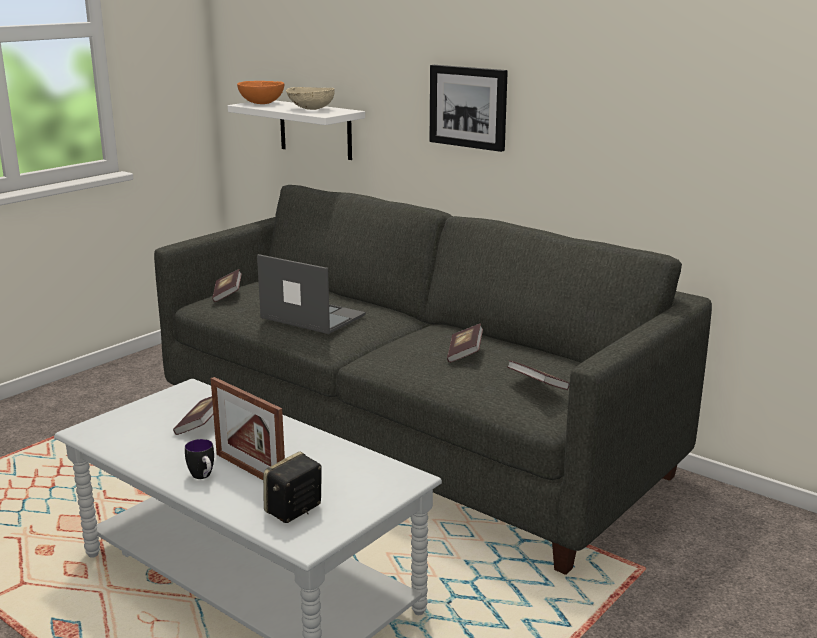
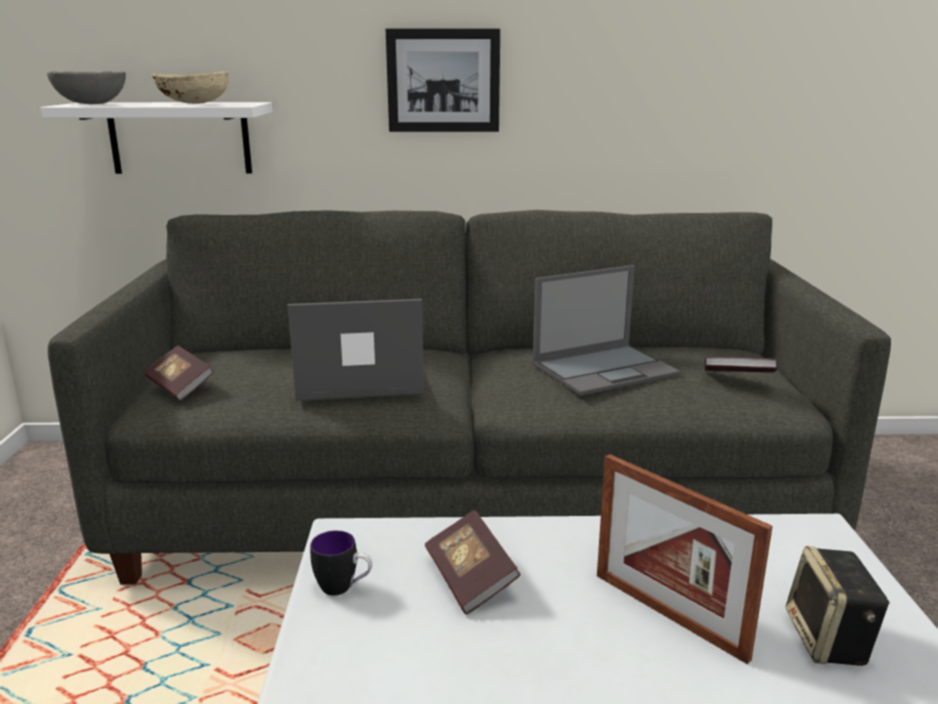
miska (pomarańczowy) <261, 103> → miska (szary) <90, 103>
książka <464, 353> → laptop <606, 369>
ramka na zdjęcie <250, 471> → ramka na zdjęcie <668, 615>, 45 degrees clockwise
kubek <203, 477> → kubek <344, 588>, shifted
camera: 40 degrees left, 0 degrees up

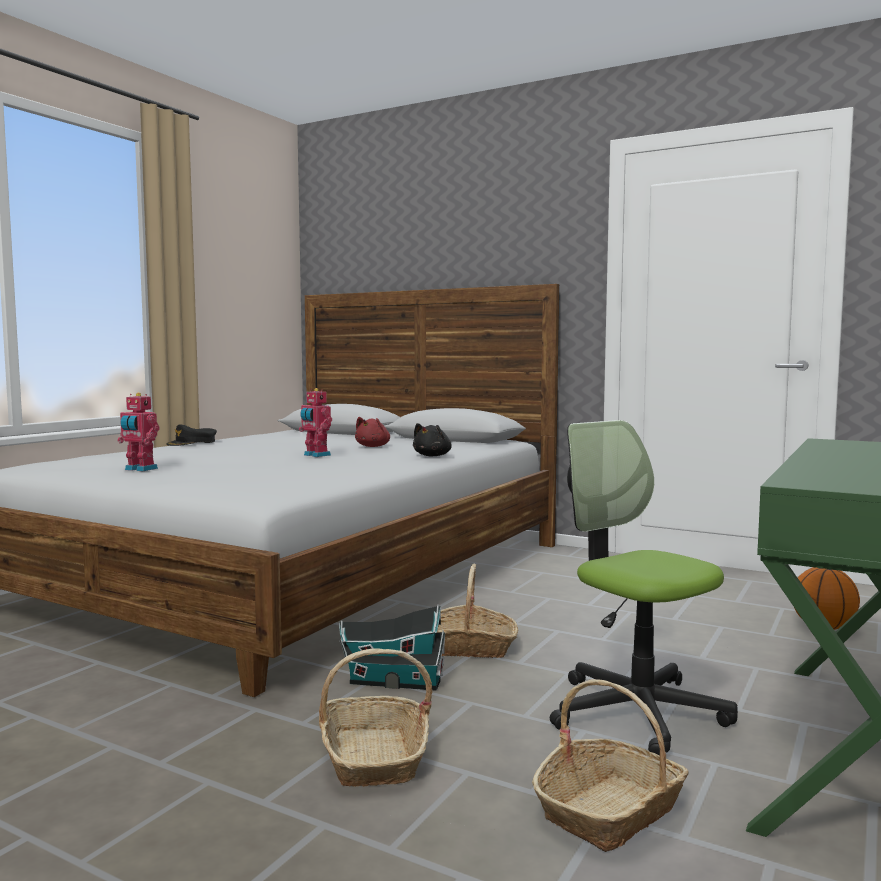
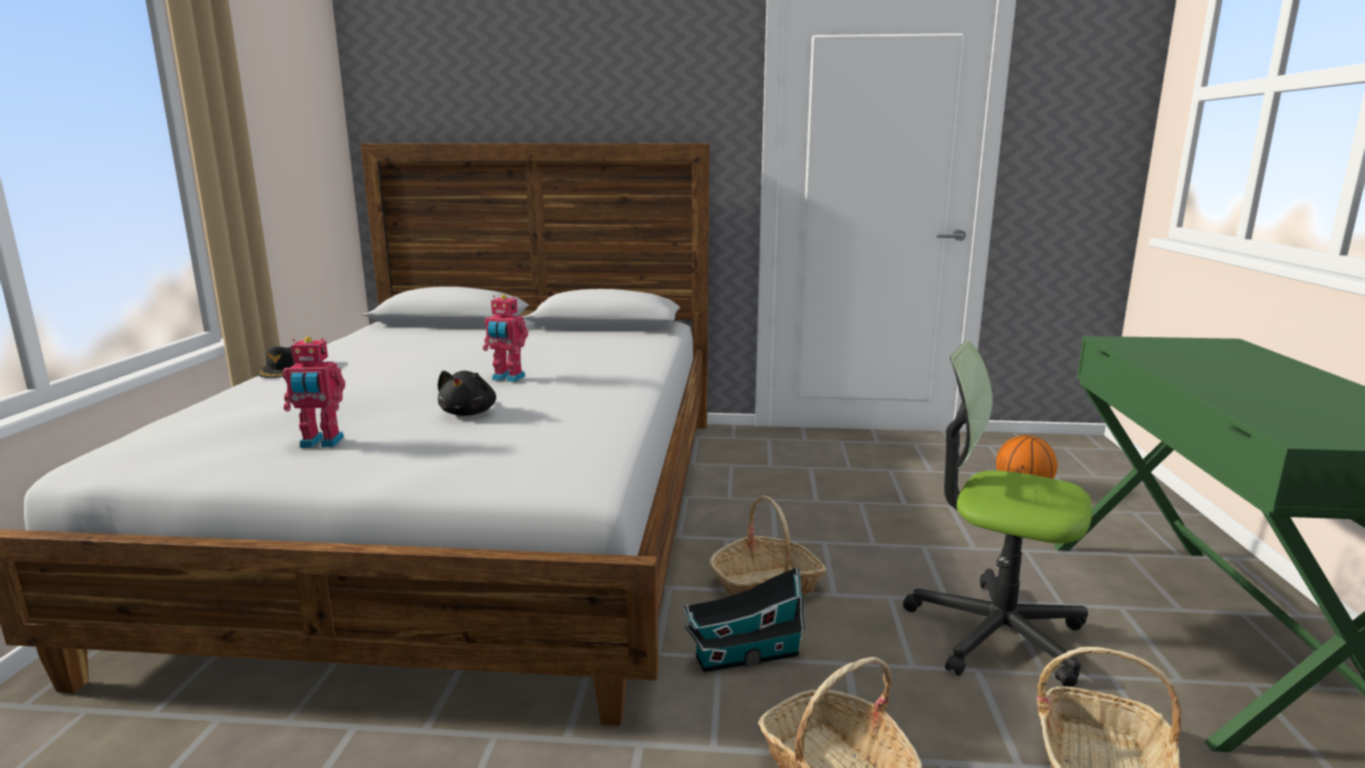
pluszak (czerwony) <373, 446> → -
pluszak (czarny) <433, 456> → pluszak (czarny) <469, 413>, shifted
camera: 25 degrees left, 10 degrees up

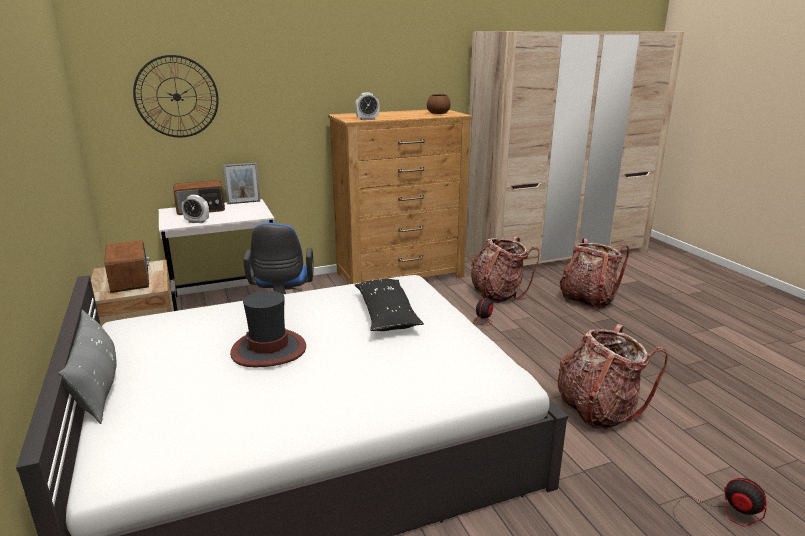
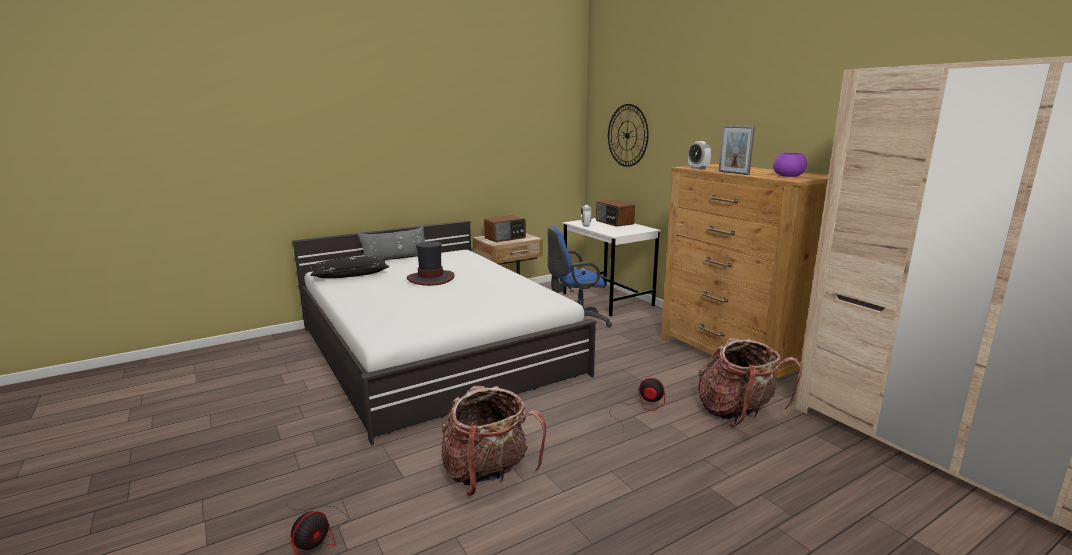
miska (brązowy) <438, 113> → miska (fioletowy) <789, 176>
ramka na zdjęcie <244, 202> → ramka na zdjęcie <733, 173>, shifted
plecak <587, 299> → -
poduszka (czarny) <386, 314> → poduszka (czarny) <350, 275>, shifted
camera: 80 degrees right, 5 degrees down

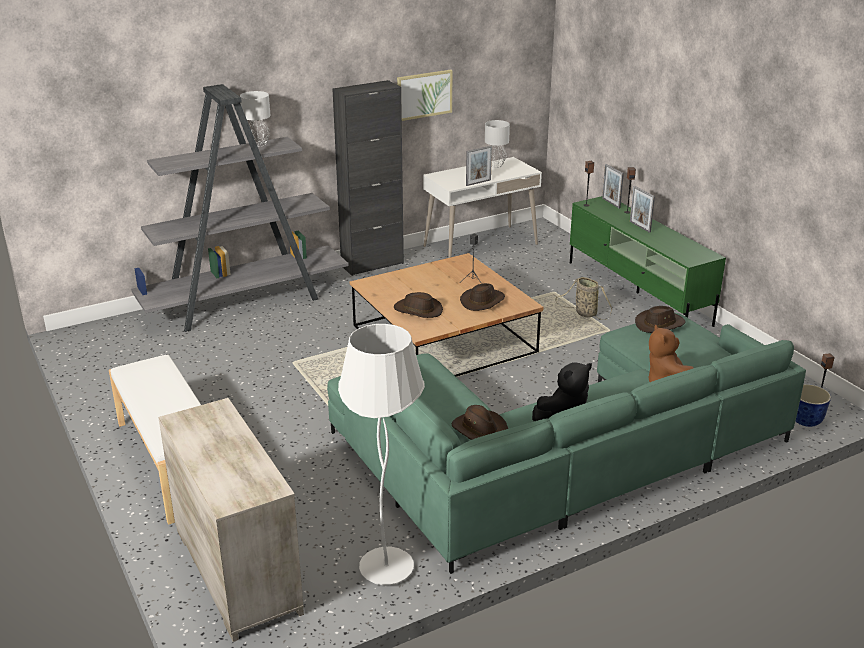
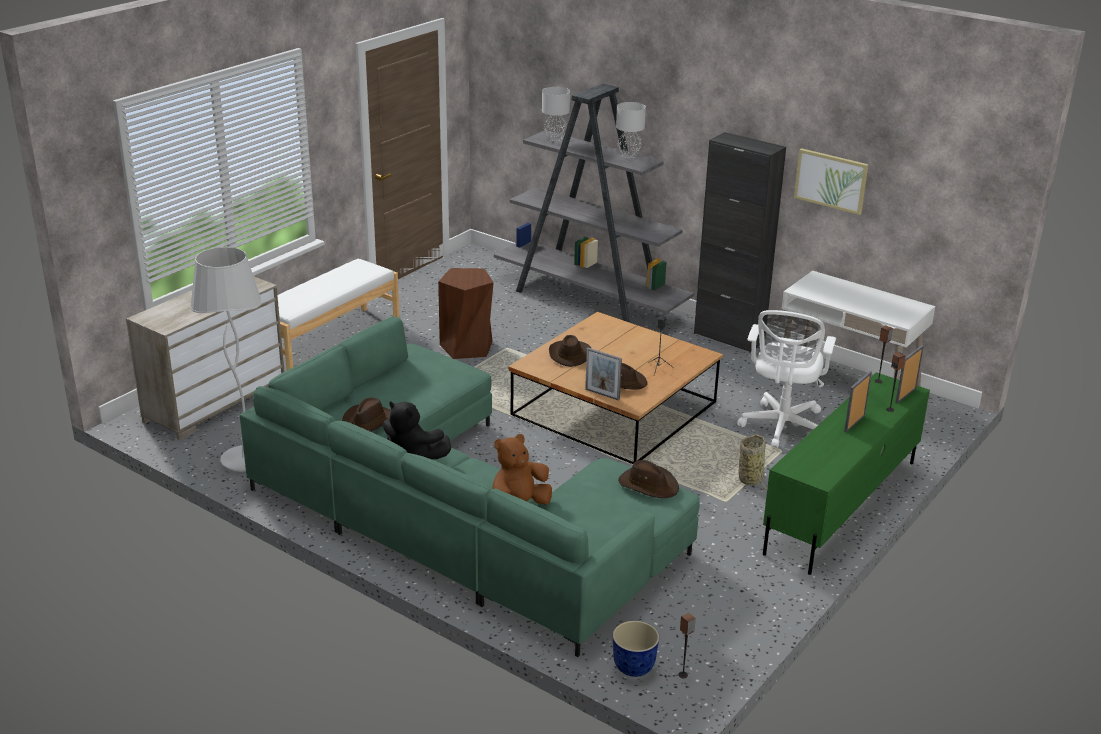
lampa stołowa (szary) <495, 165> → lampa stołowa (szary) <555, 138>, shifted
ramka na zdjęcie <478, 183> → ramka na zdjęcie <602, 394>, shifted
- → stołek (brązowy) <467, 347>
- → krzesło biurowe (biały) <781, 427>
camera: 65 degrees right, 0 degrees up

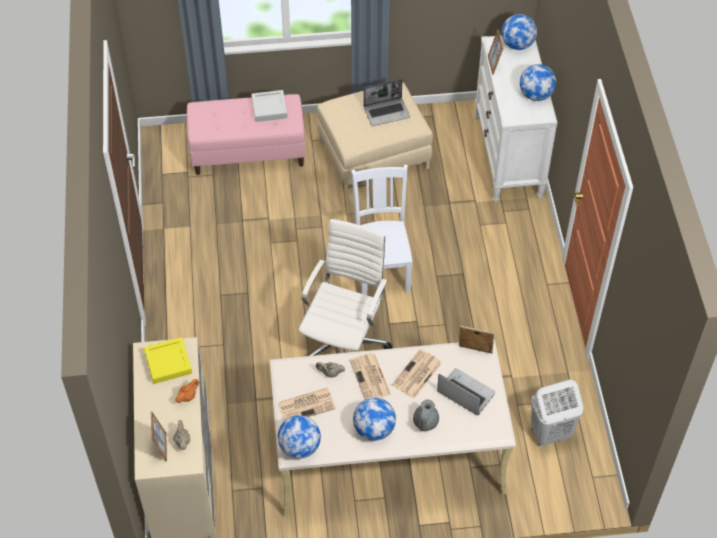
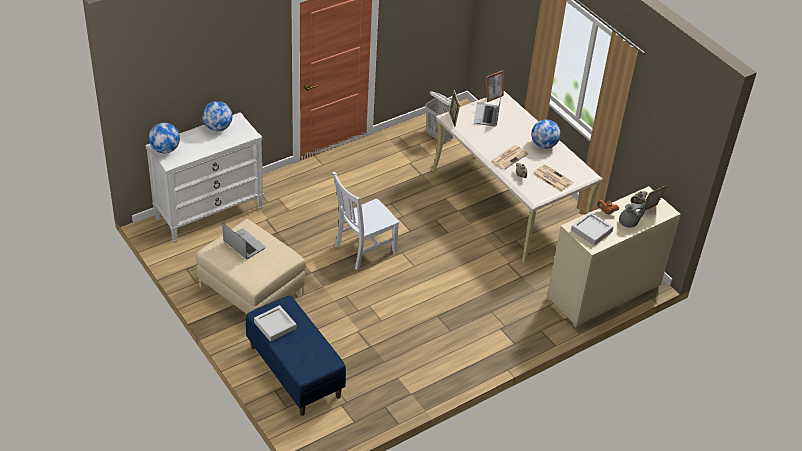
ramka na zdjęcie <494, 65> → ramka na zdjęcie <493, 97>, shifted
ławka (różowy) <248, 152> → ławka (niebieski) <294, 371>
krzesło biurowe (biały) <344, 344> → -
taca (żółty) <168, 363> → taca (szary) <591, 231>
gazeta <416, 374> → -
imbryk (szary) <425, 422> → imbryk (szary) <629, 223>, shifted
globus <299, 447> → -
camera: 120 degrees left, 10 degrees down

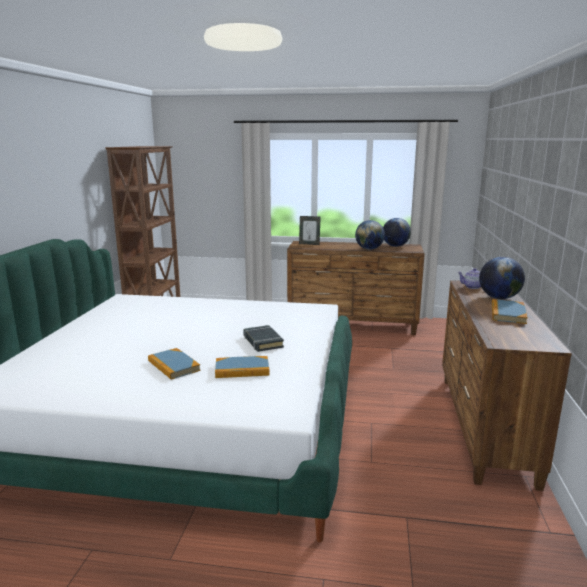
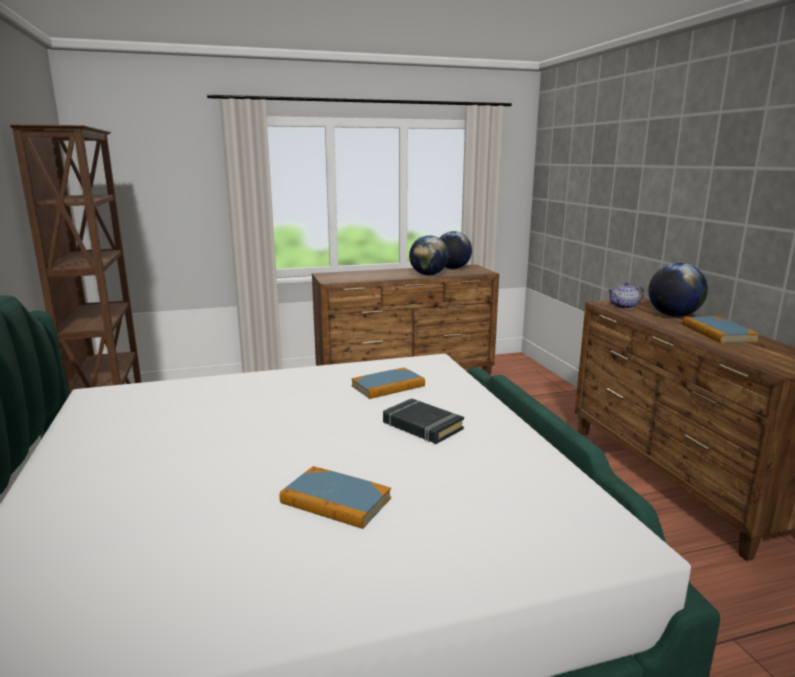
ramka na zdjęcie <309, 244> → -
książka <242, 369> → książka <388, 386>, shifted
camera: 25 degrees left, 0 degrees up

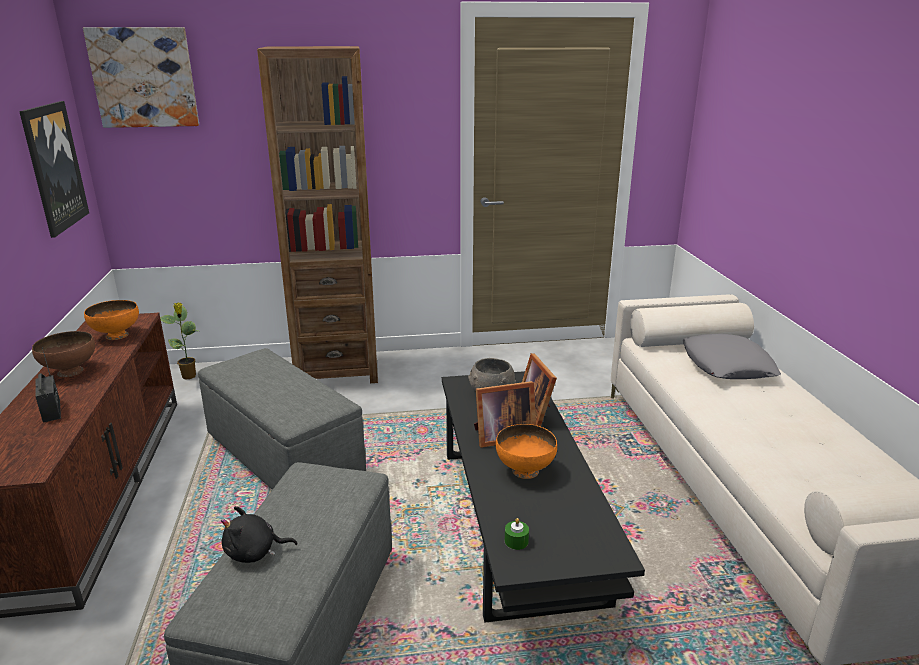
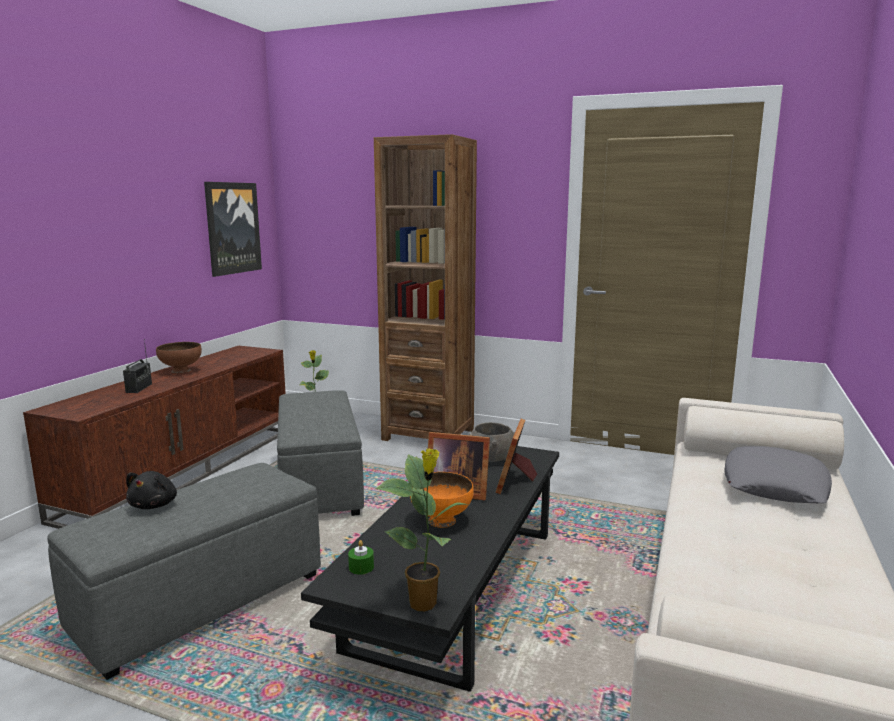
obraz <144, 78> → -
miska (pomarańczowy) <116, 335> → -
pluszak (czarny) <255, 552> → pluszak (czarny) <155, 505>, 105 degrees counterclockwise
- → roślina doniczkowa <424, 604>
camera: 30 degrees right, 10 degrees down

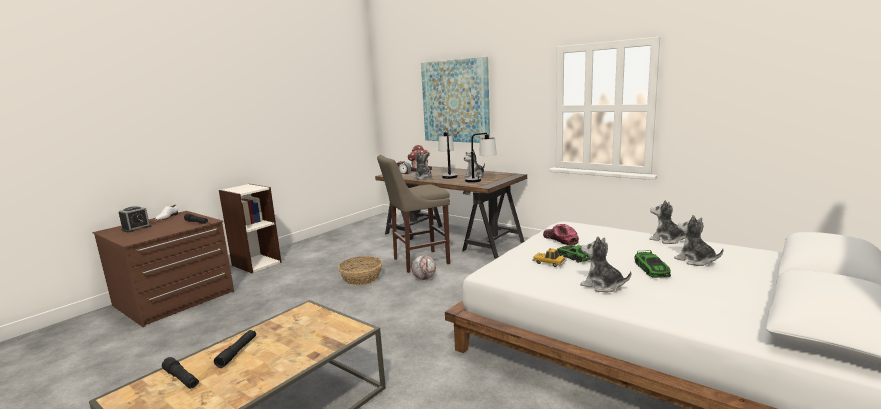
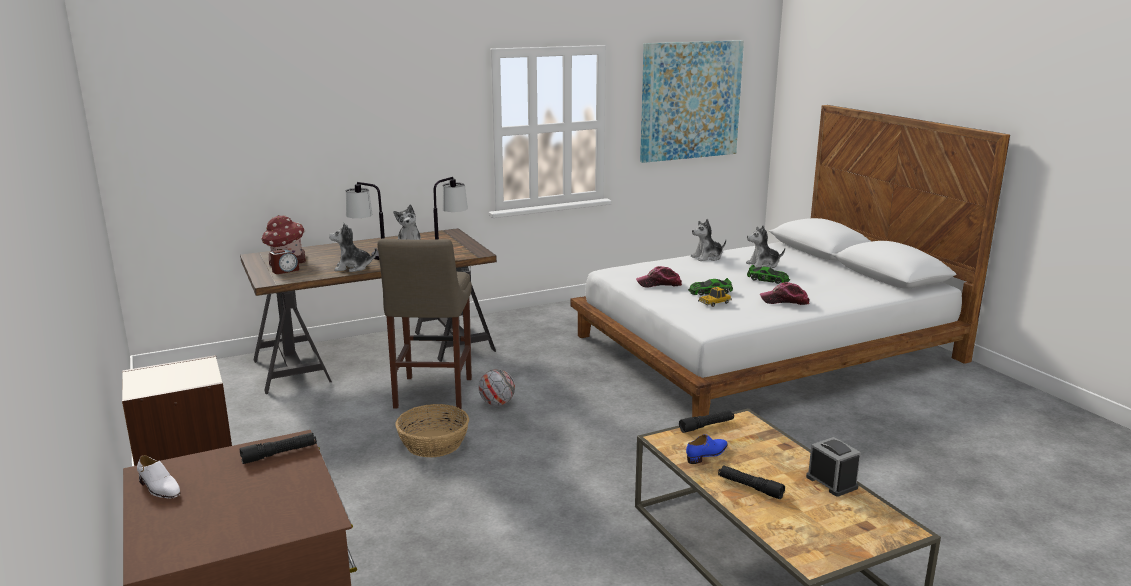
obraz <455, 101> → obraz <690, 100>, shifted
budzik <136, 228> → budzik <831, 482>, shifted
pluszak <602, 286> → czapka z daszkiem <784, 301>
latarka (czarny) <181, 379> → latarka (czarny) <706, 426>, shifted
- → but (niebieski) <707, 454>
camera: 65 degrees left, 5 degrees up

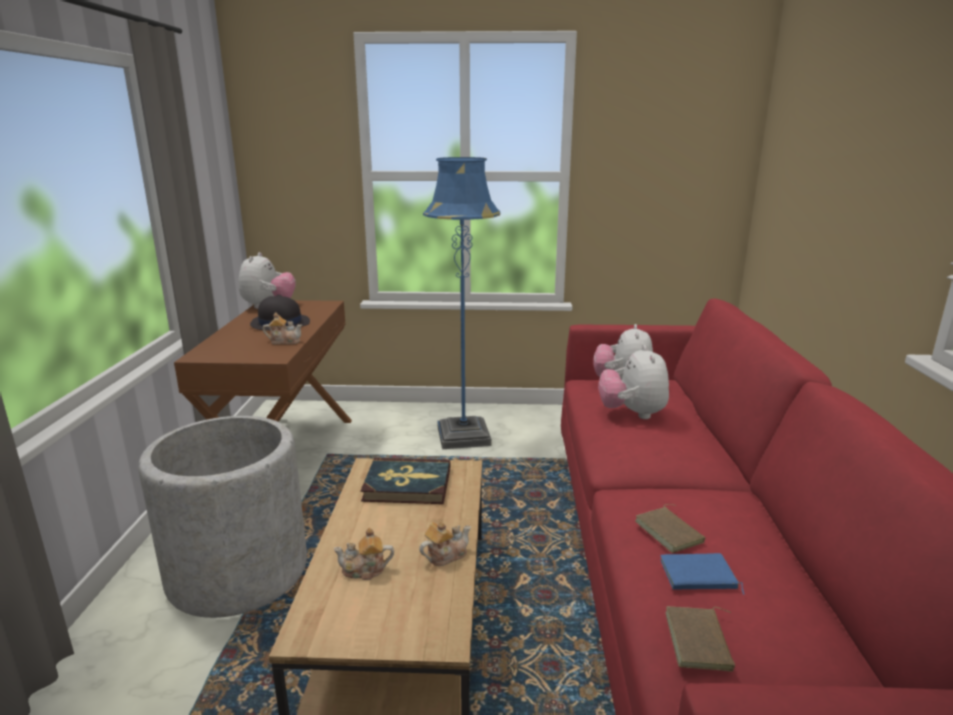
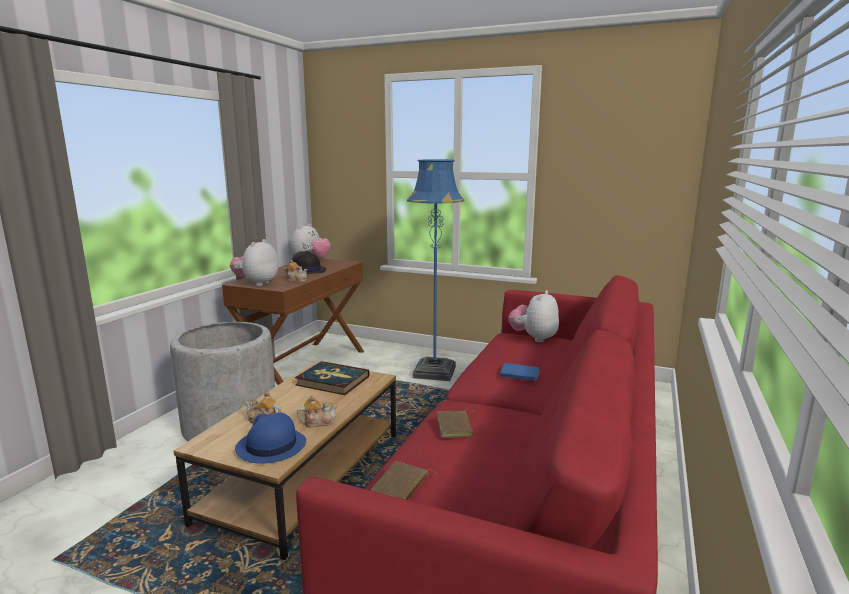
pluszak <632, 414> → pluszak <256, 283>, shifted
książka (niebieski) <698, 577> → książka (niebieski) <519, 375>, shifted
- → kapelusz (niebieski) <270, 446>
camera: 20 degrees right, 5 degrees down

